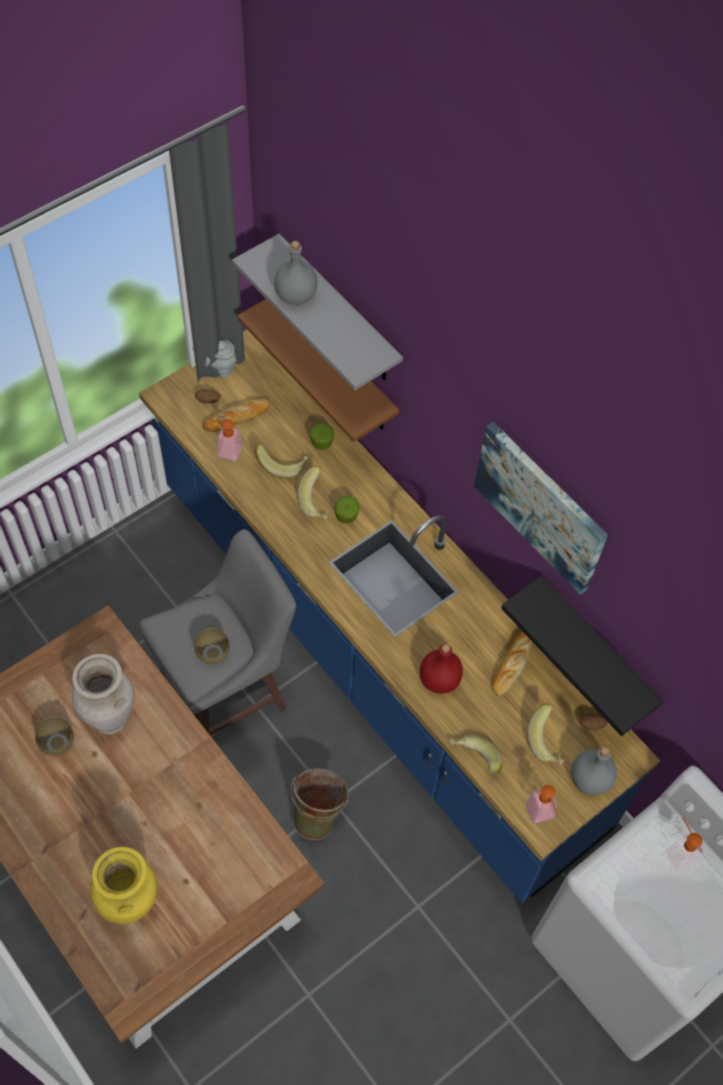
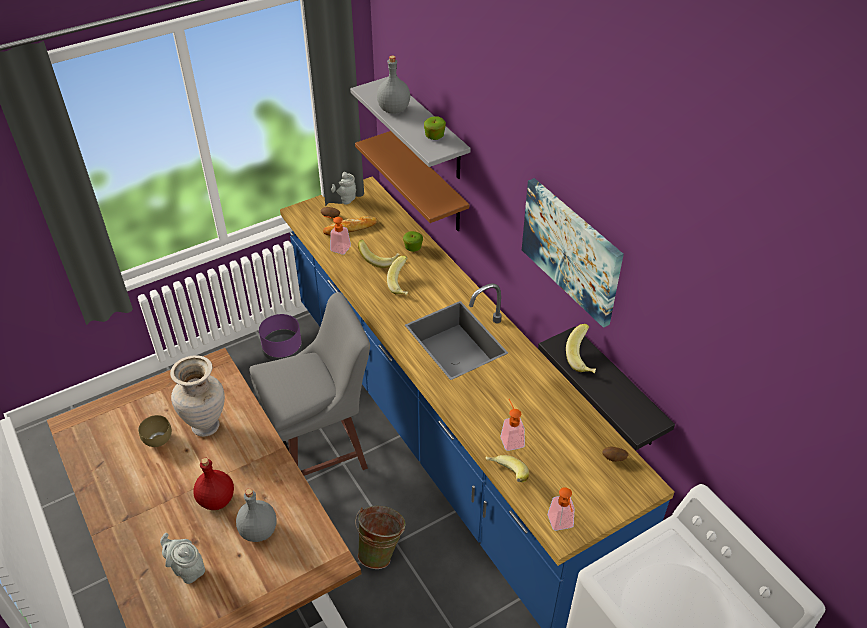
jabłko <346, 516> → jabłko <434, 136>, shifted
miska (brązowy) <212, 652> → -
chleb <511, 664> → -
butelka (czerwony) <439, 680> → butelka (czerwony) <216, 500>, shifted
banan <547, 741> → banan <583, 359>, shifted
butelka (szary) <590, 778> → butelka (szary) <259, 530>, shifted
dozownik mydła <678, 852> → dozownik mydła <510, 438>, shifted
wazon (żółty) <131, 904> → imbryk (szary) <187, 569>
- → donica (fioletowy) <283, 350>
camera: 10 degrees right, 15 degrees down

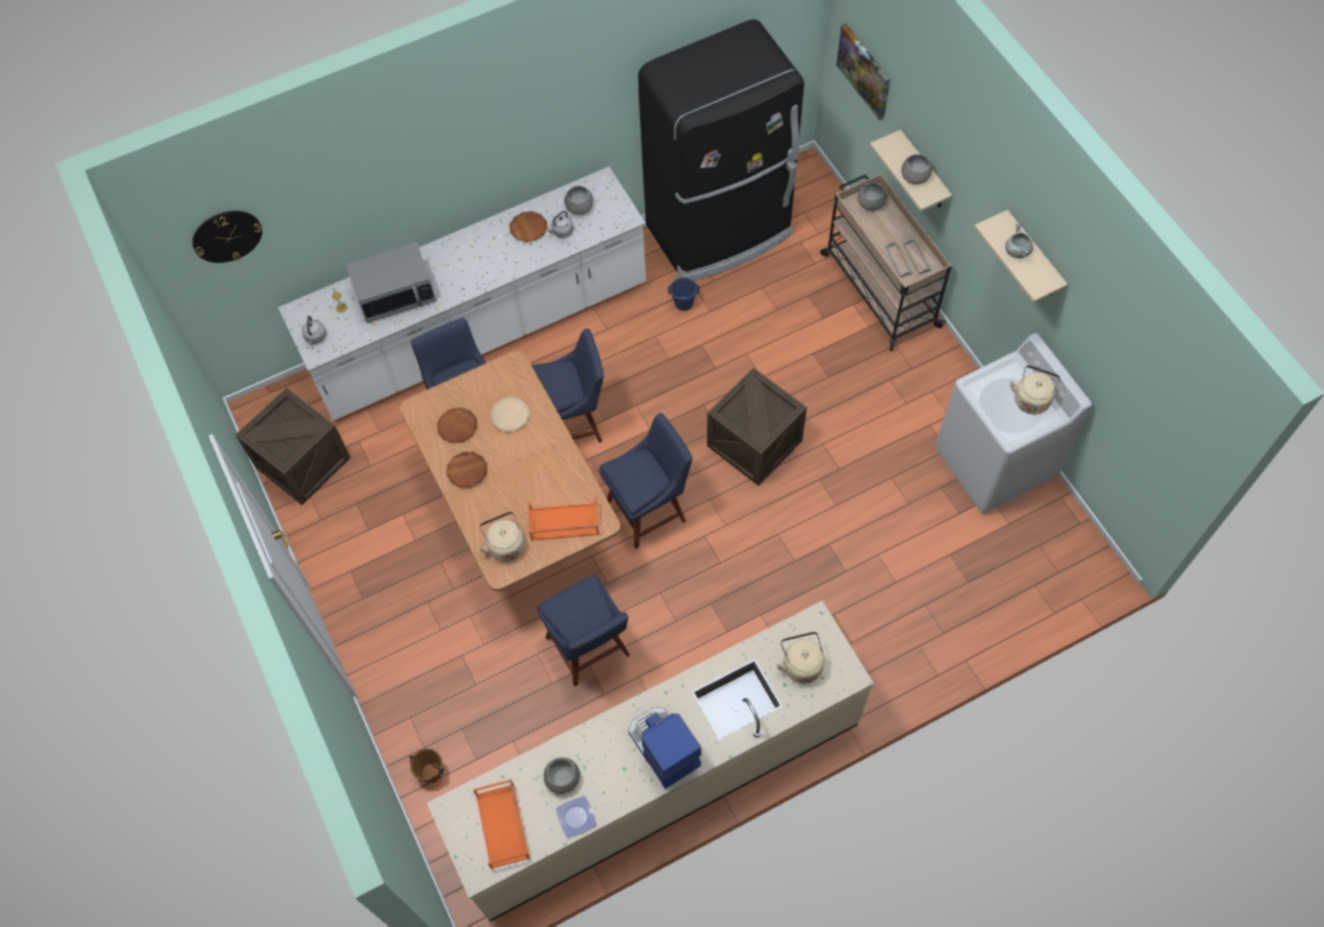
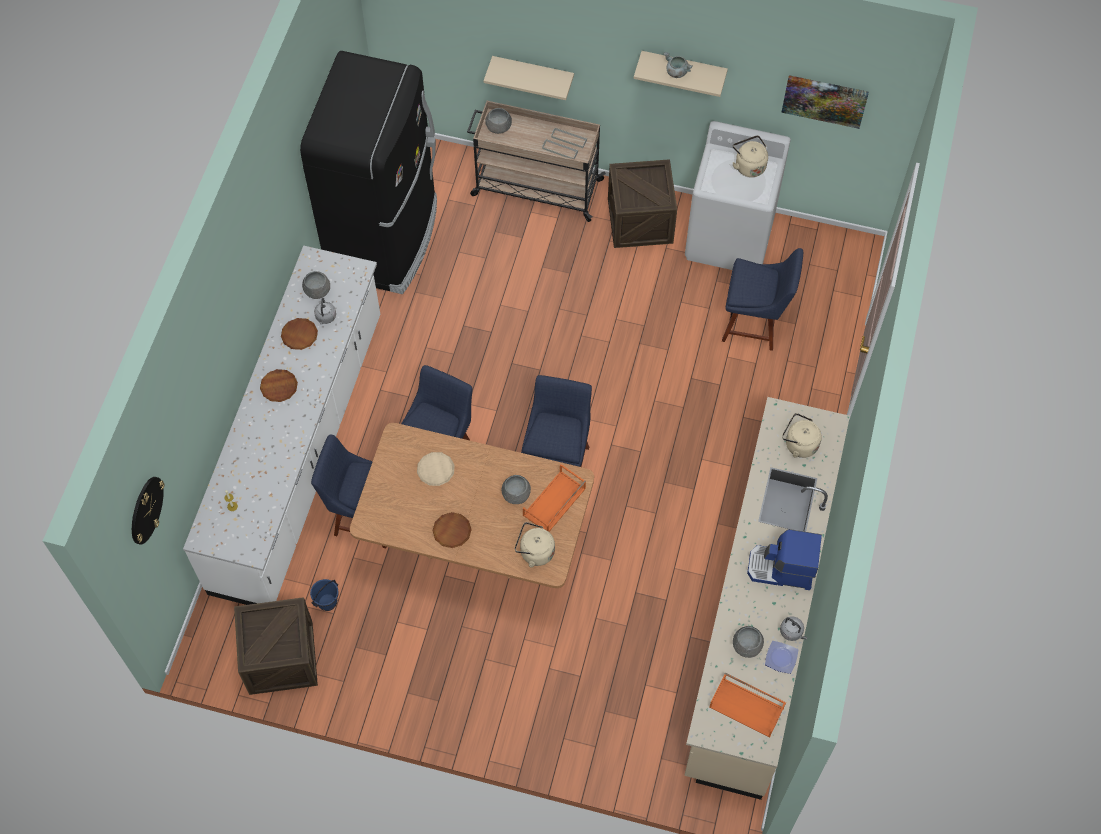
obraz <864, 71> → obraz <824, 100>, shifted
miska (szary) <914, 176> → miska (szary) <516, 494>, shifted
mikrofalówka <396, 295> → -
wiadro (niebieski) <683, 303> → wiadro (niebieski) <327, 602>, shifted
czajnik (szary) <315, 337> → czajnik (szary) <792, 632>, shifted
skrzynka <754, 443> → skrzynka <640, 221>, shifted
talerz (brązowy) <457, 427> → talerz (brązowy) <279, 387>, shifted
krzesło (niebieski) <589, 650> → krzesło (niebieski) <755, 324>, shifted
wiadro (brązowy) <431, 773> → -
camera: 50 degrees left, 0 degrees up

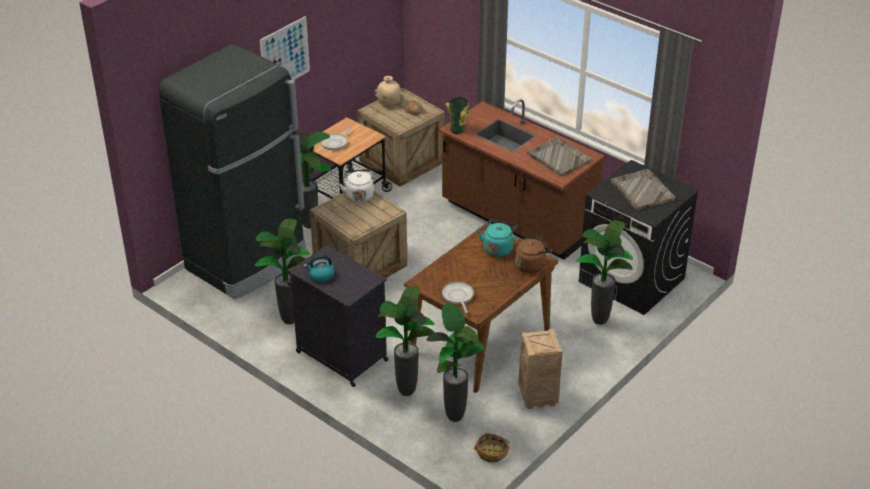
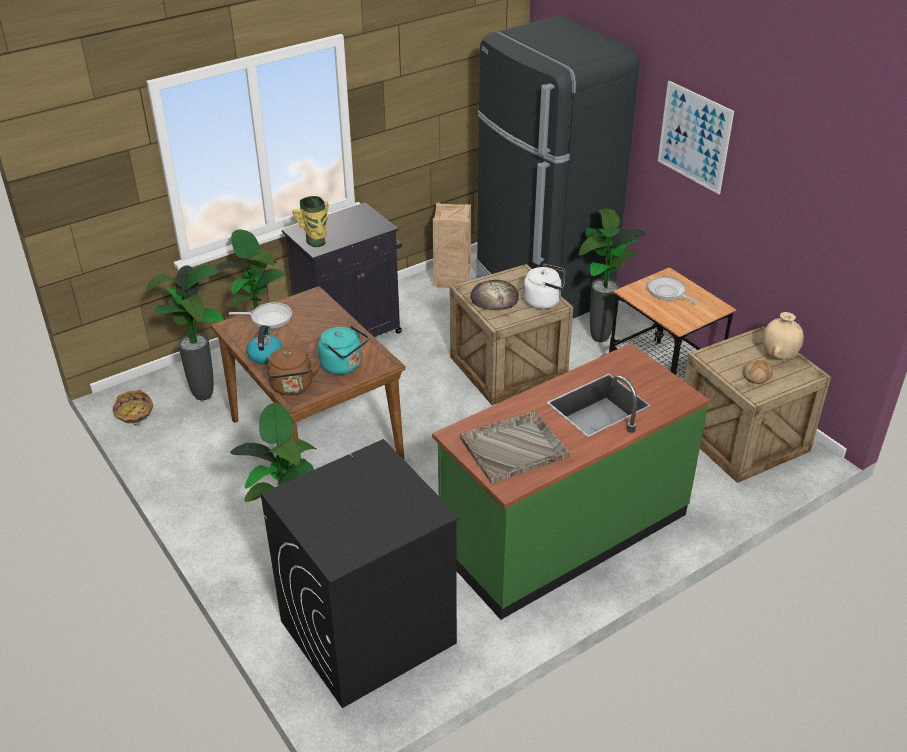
wazon <458, 129> → wazon <316, 242>, shifted
zabudowa kuchenna (brązowy) <516, 220> → zabudowa kuchenna (zielony) <563, 532>
taca (szary) <642, 190> → -
roślina doniczkowa <288, 321> → -
czajnik <320, 275> → czajnik <265, 355>, shifted
skrzynka <537, 398> → skrzynka <451, 279>, shifted
- → chleb <494, 298>
camera: 105 degrees right, 0 degrees up

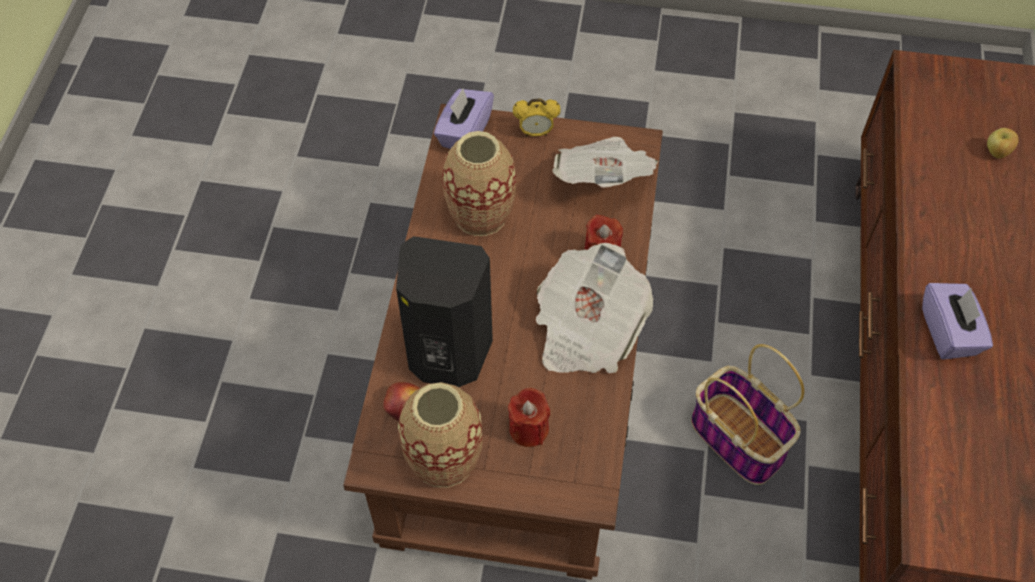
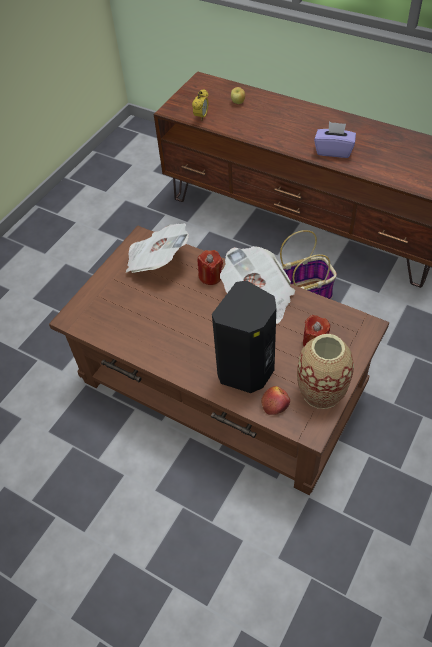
pudełko chusteczek (fioletowy) <464, 133> → -
budzik <536, 133> → budzik <201, 117>, shifted
wazon <480, 214> → -
camera: 65 degrees left, 5 degrees down

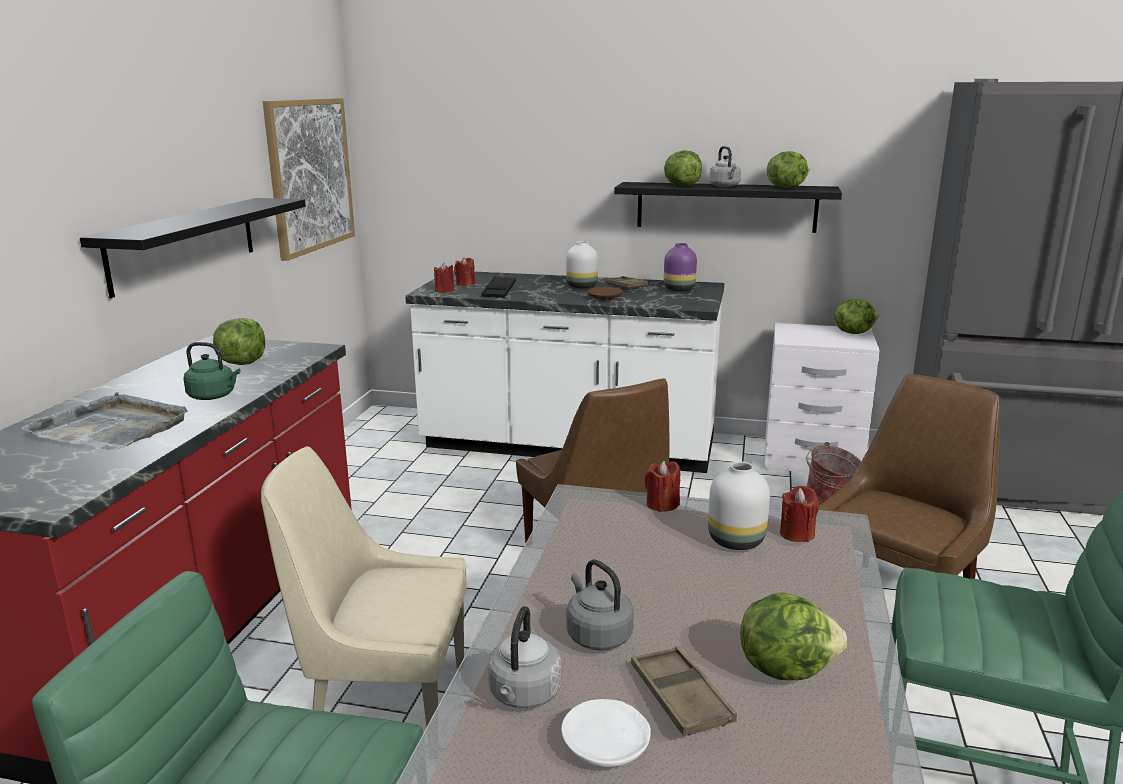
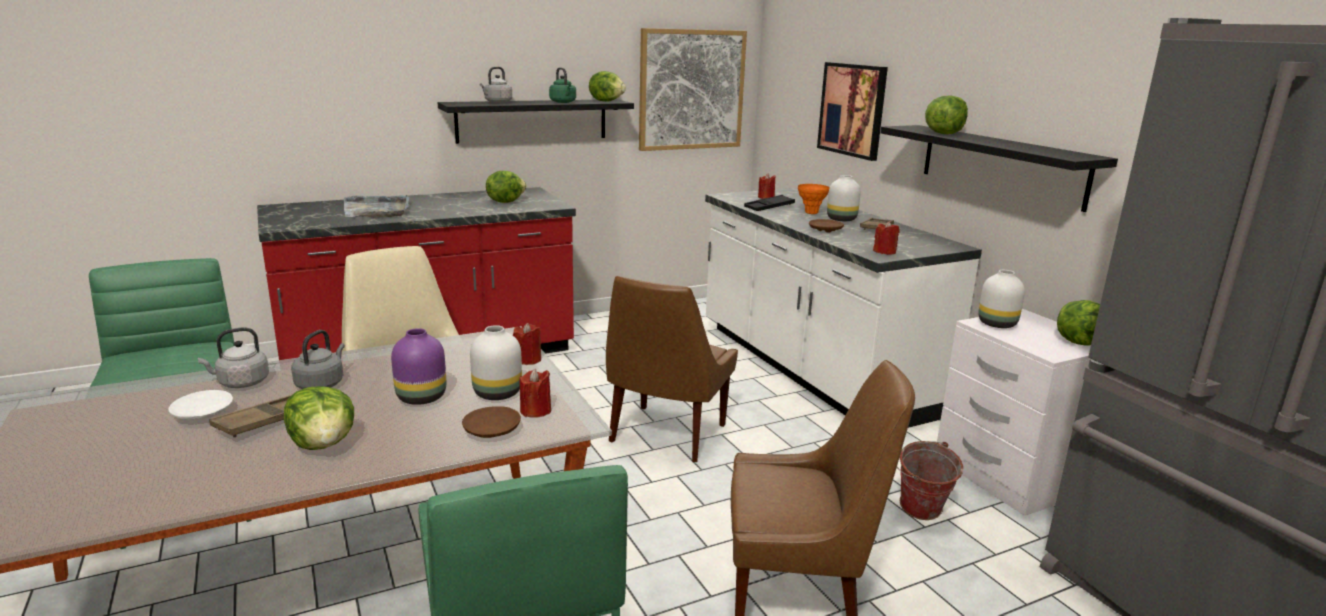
czajnik (szary) <725, 186> → czajnik (szary) <497, 102>, shifted
sałata <786, 187> → sałata <607, 101>, shifted
wazon (fioletowy) <678, 289> → wazon (fioletowy) <420, 397>, shifted
świeca (czerwony) <444, 290> → świeca (czerwony) <884, 252>, shifted
czajnik (zielony) <214, 396> → czajnik (zielony) <563, 102>, shifted
- → obraz <852, 110>
- → wazon (pomarańczowy) <811, 213>
- → wazon (biały) <997, 324>
- → talerz (brązowy) <491, 430>
camera: 50 degrees right, 0 degrees up

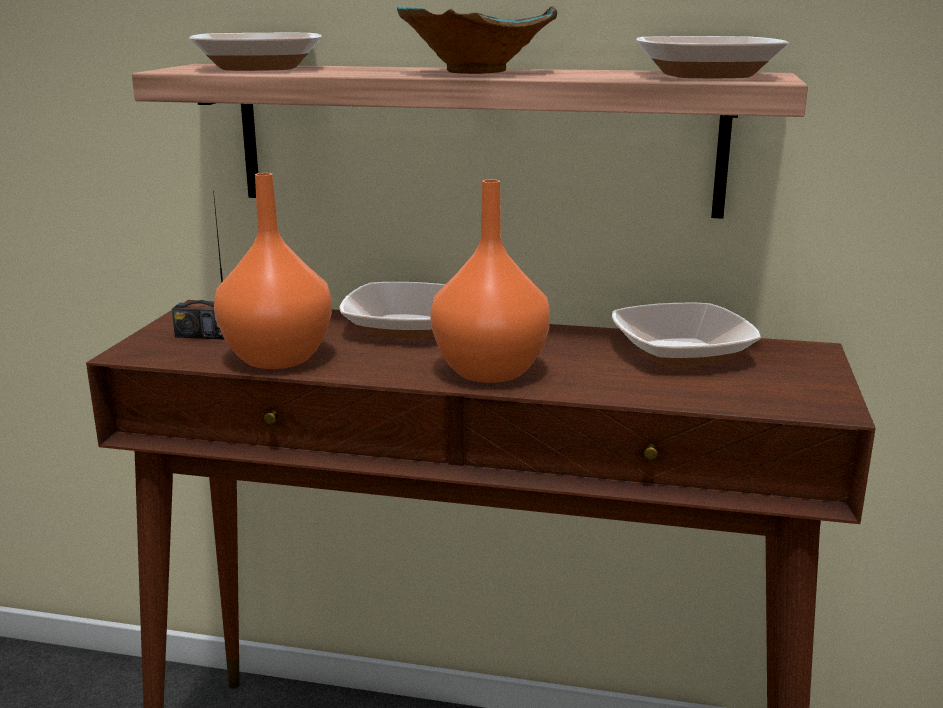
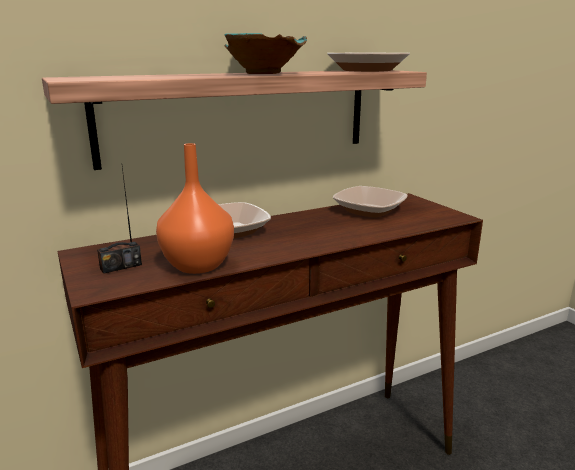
miska <258, 67> → -
wazon (pomarańczowy) <488, 371> → -
camera: 40 degrees left, 0 degrees up

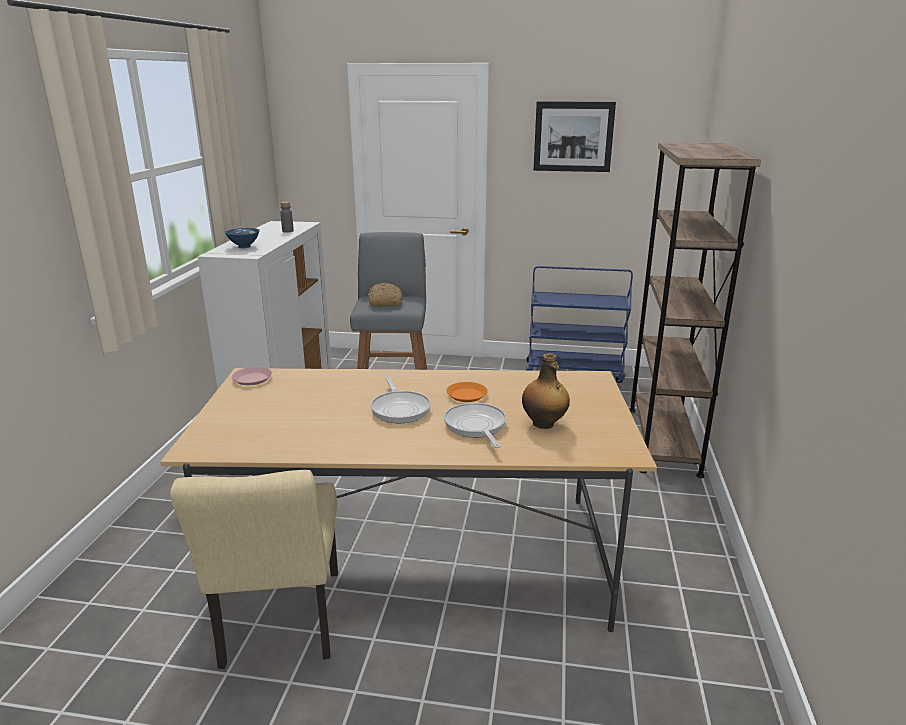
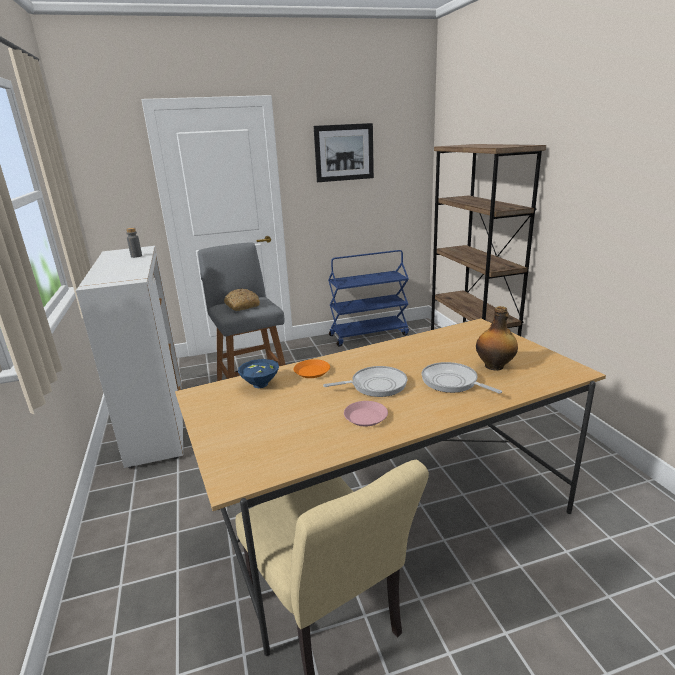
miska (niebieski) <243, 247> → miska (niebieski) <260, 385>, shifted
talerz (różowy) <252, 379> → talerz (różowy) <365, 417>, shifted
patelnia <400, 409> → patelnia <375, 385>, 60 degrees counterclockwise
talerz (pomarańczowy) <466, 395> → talerz (pomarańczowy) <312, 371>, shifted
camera: 25 degrees left, 0 degrees up

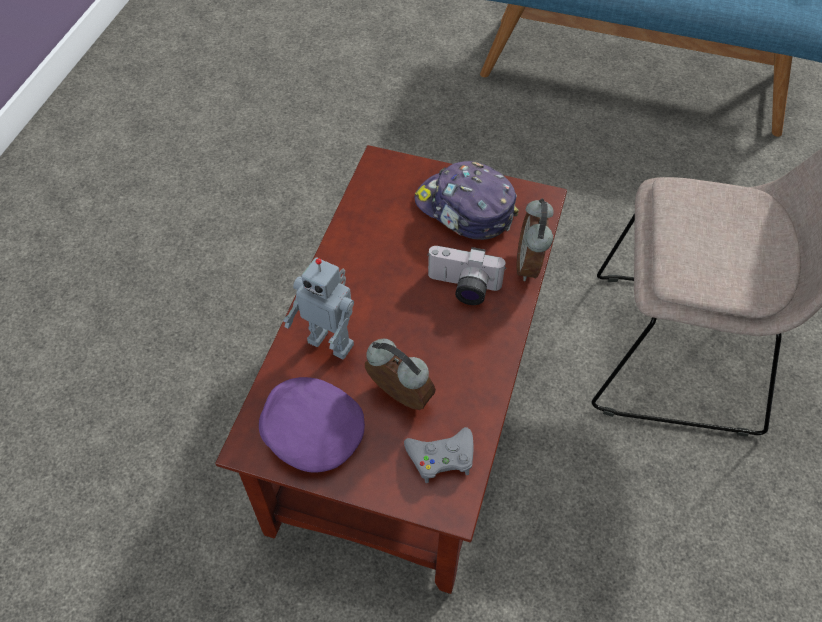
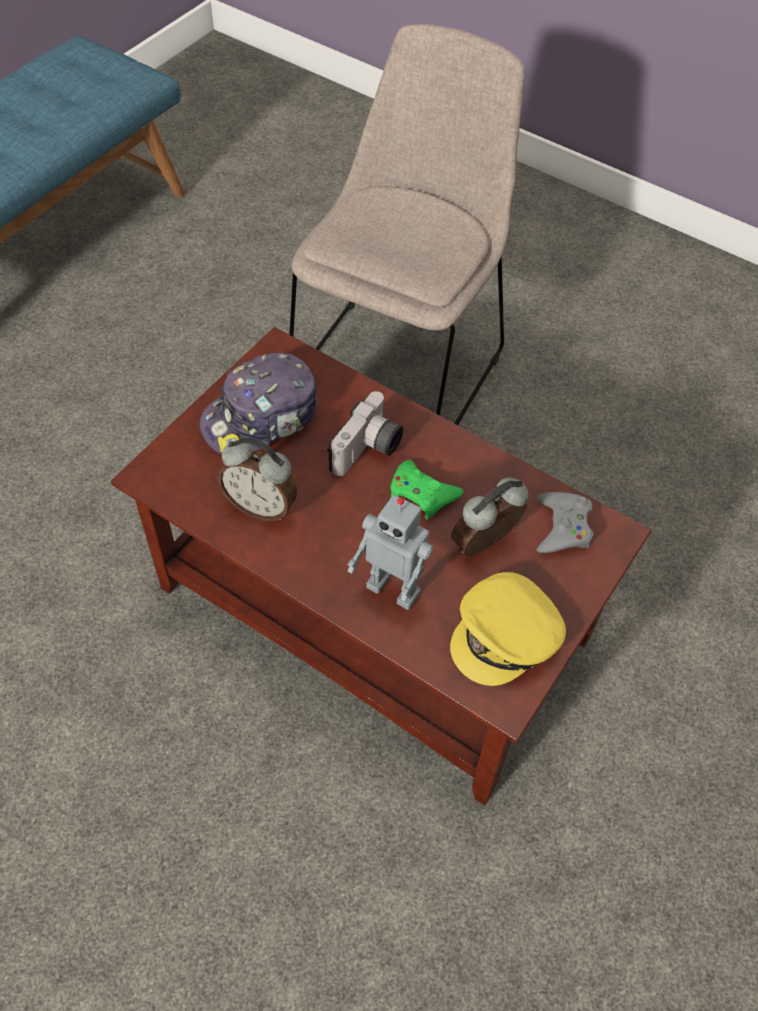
budzik <530, 265> → budzik <261, 506>, shifted
robot zabawkowy <332, 341> → robot zabawkowy <395, 588>, 75 degrees clockwise
czapka z daszkiem (fioletowy) <311, 434> → czapka z daszkiem (żółty) <506, 636>
- → pad do gier (zielony) <422, 493>
camera: 75 degrees left, 0 degrees up

